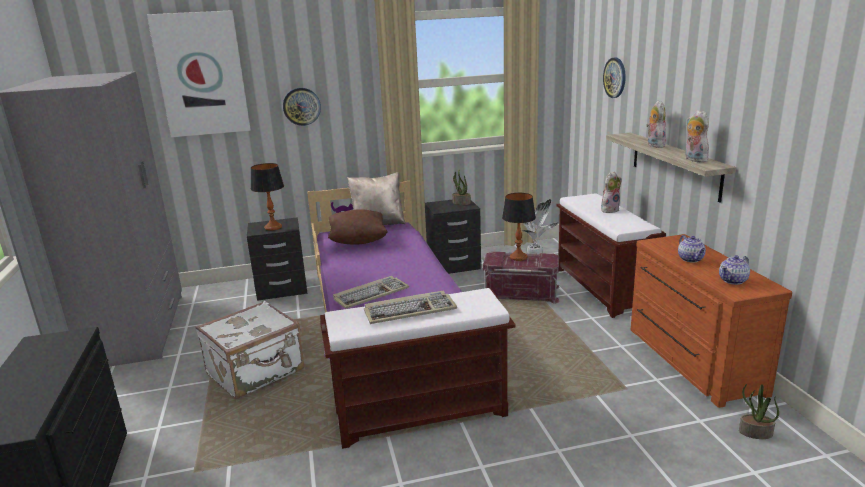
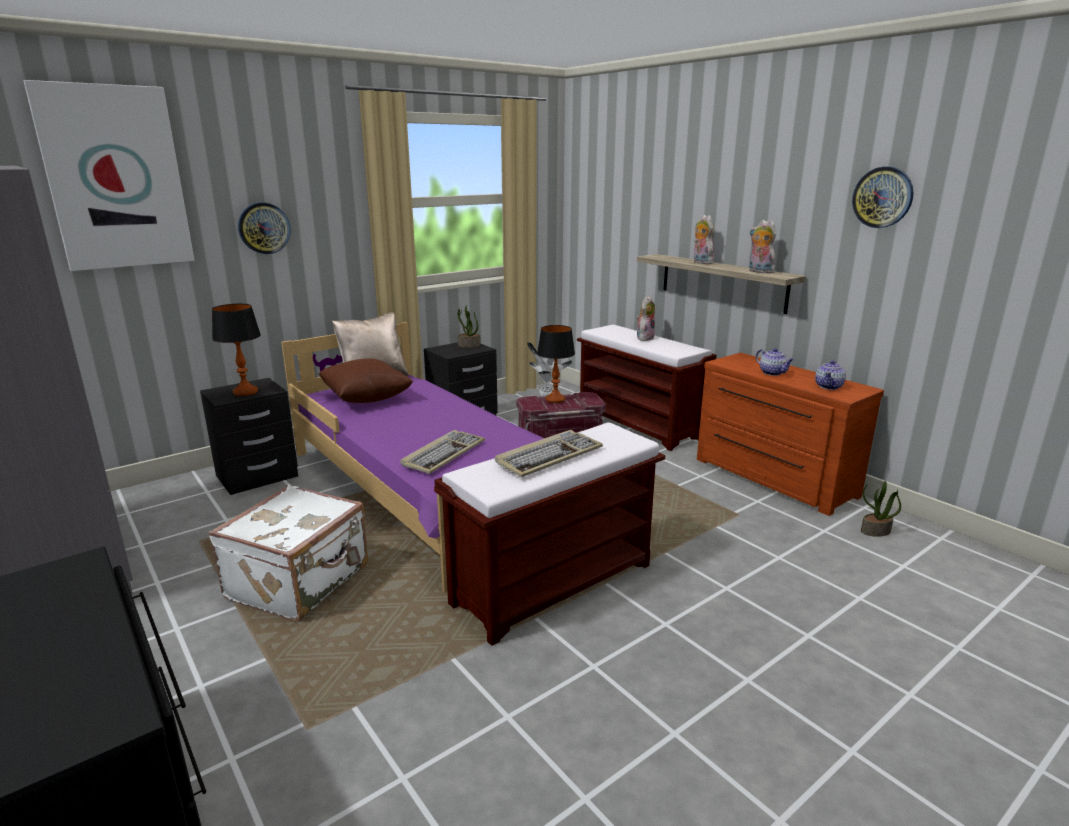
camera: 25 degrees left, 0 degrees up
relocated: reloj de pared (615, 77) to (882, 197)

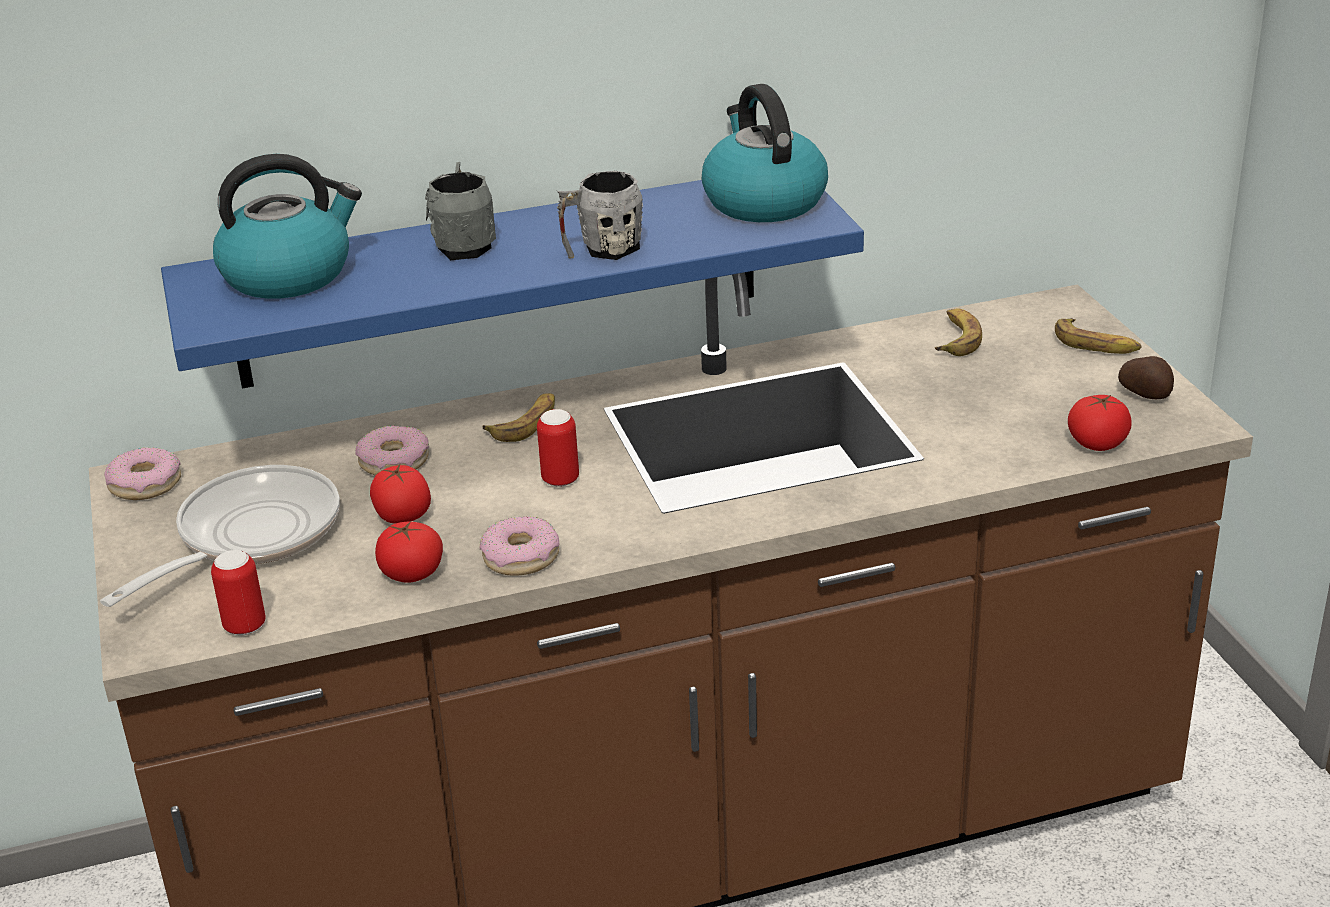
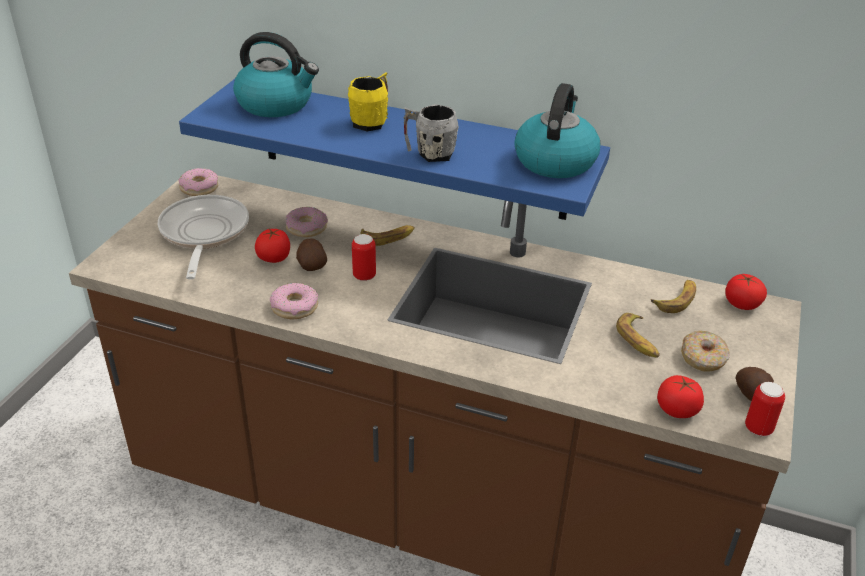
camera: 35 degrees right, 5 degrees up
appeared: patata (311, 265); rosquilla (703, 358)
relocated: plátano (1096, 344) to (638, 340); tomate (412, 574) to (742, 304); lata (245, 626) to (758, 428)
colour: taza grande [gris] (464, 244) to taza grande [amarillo] (372, 121)
spun: sartén (249, 536) = (203, 234) 75 degrees counterclockwise

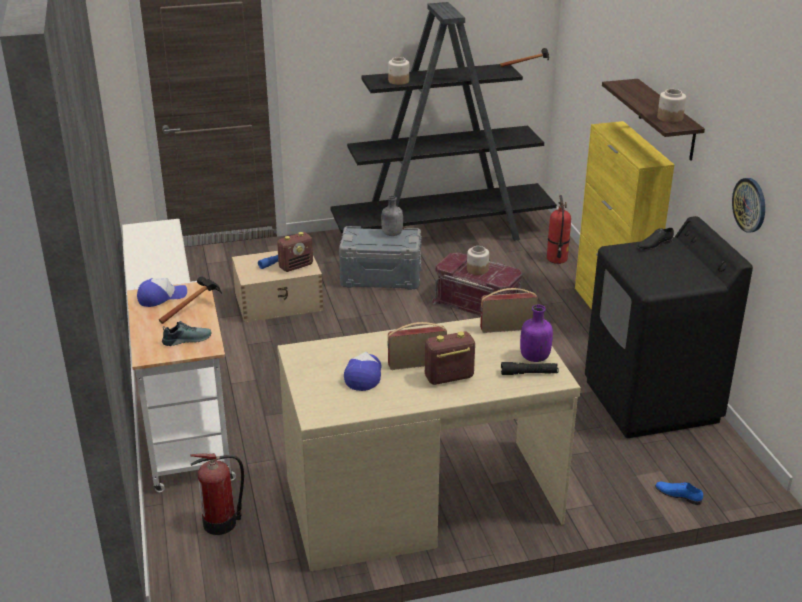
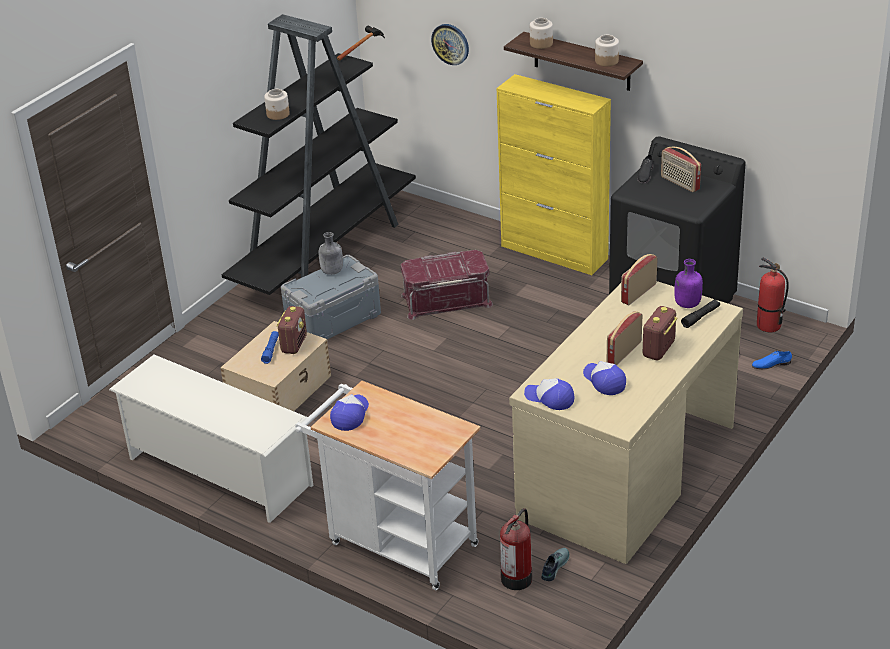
camera: 40 degrees left, 5 degrees up
missing: martillo (195, 307)
appeared: radio (679, 183); gorra (550, 398)
relocated: reloj de pared (750, 205) to (450, 44); extintor (556, 259) to (768, 326); tarro (477, 269) to (541, 44); zapato (186, 339) to (554, 566)

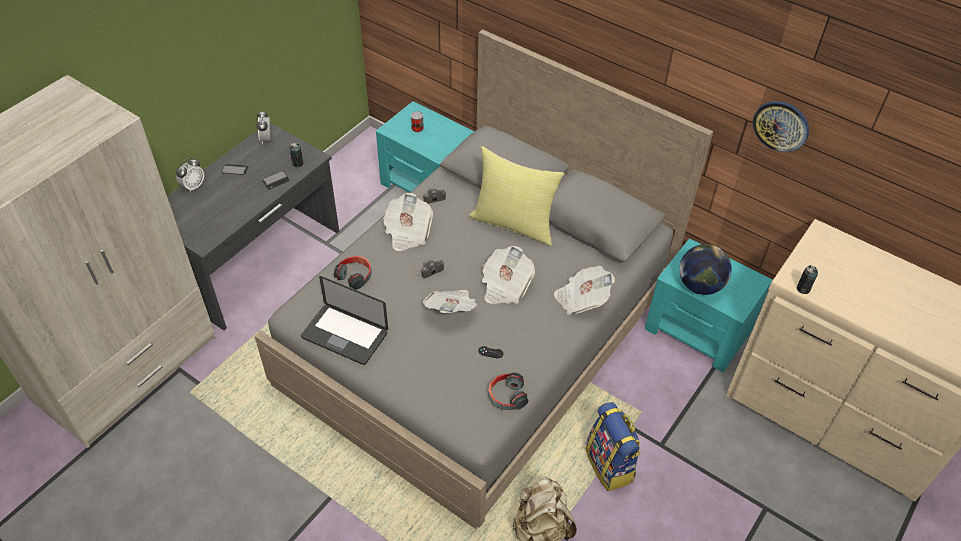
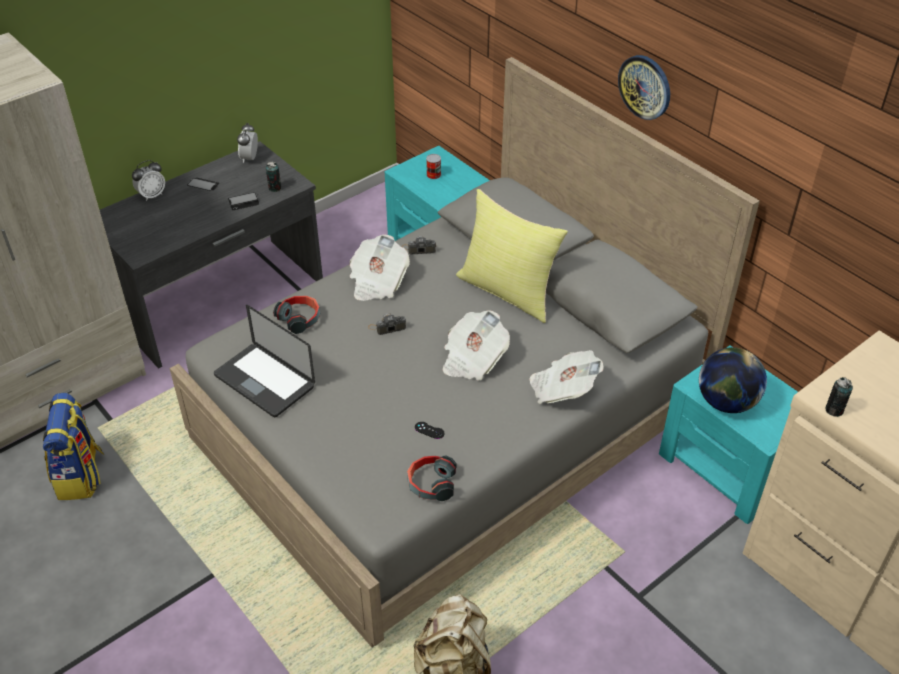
camera: 15 degrees right, 5 degrees down
missing: periódico (451, 310)
relocated: reloj de pared (781, 125) to (645, 87); mochila (610, 465) to (81, 476)

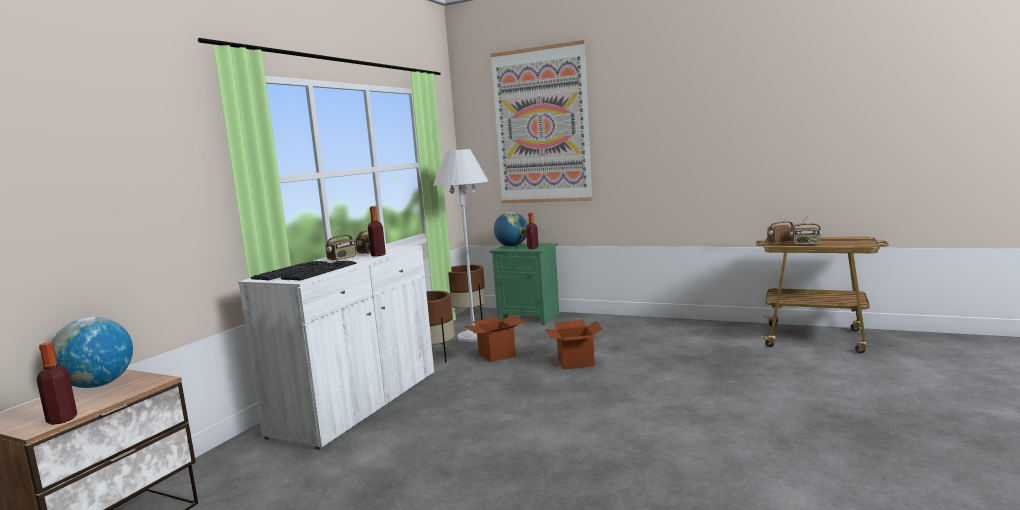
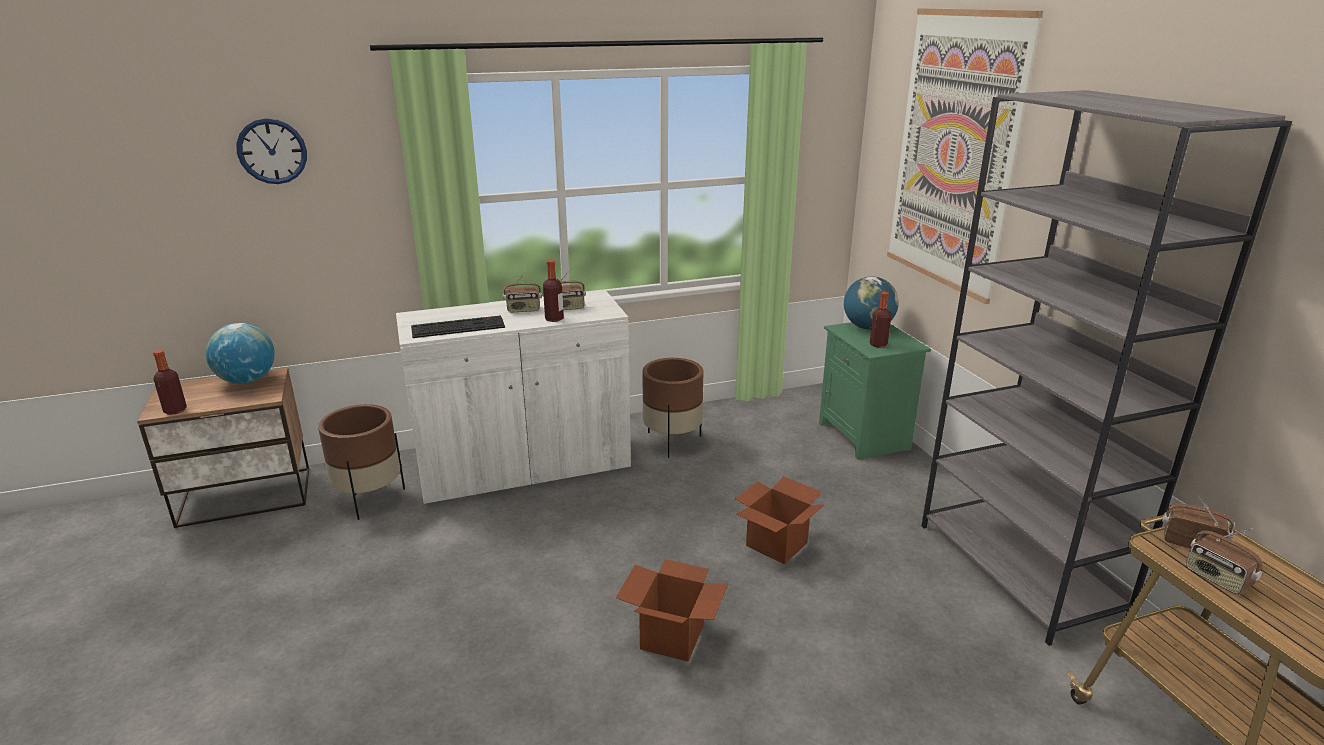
camera: 45 degrees right, 15 degrees up
missing: lámpara de pie [blanco] (474, 336); teclado (291, 271)
appeared: estantería [gris] (1019, 570); reloj de pared (272, 151)
relocated: maceta [marrón] (468, 318) to (369, 499); caja de cartón (497, 355) to (672, 637)

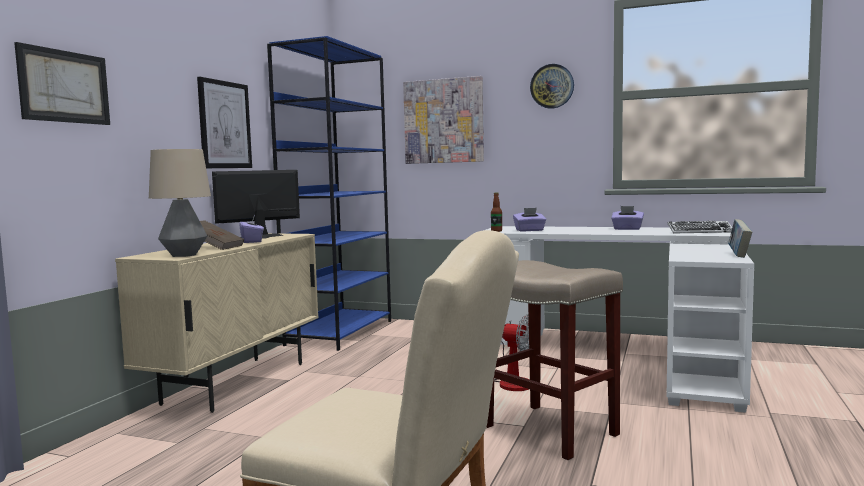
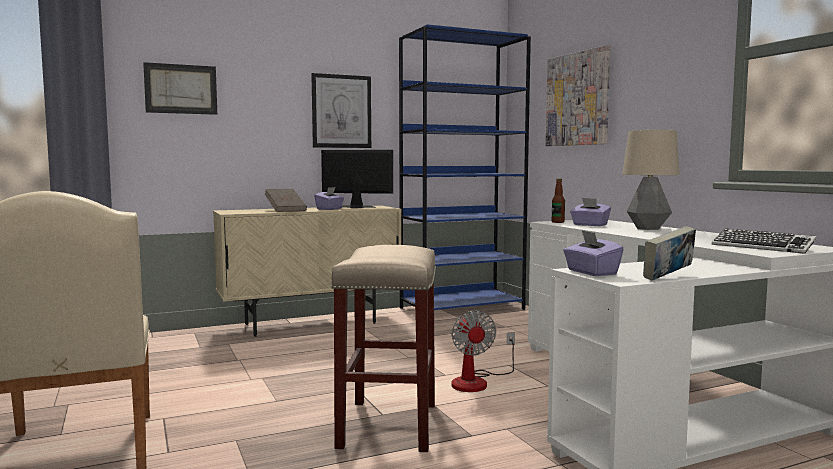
camera: 45 degrees right, 0 degrees up
missing: reloj de pared (552, 86)
relocated: lámpara de mesa (183, 255) to (647, 228); caja de pañuelos [morado] (627, 229) to (591, 272)

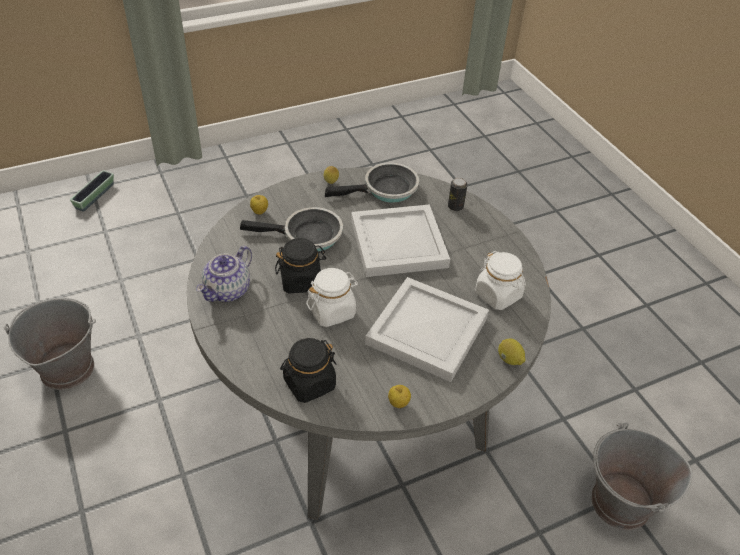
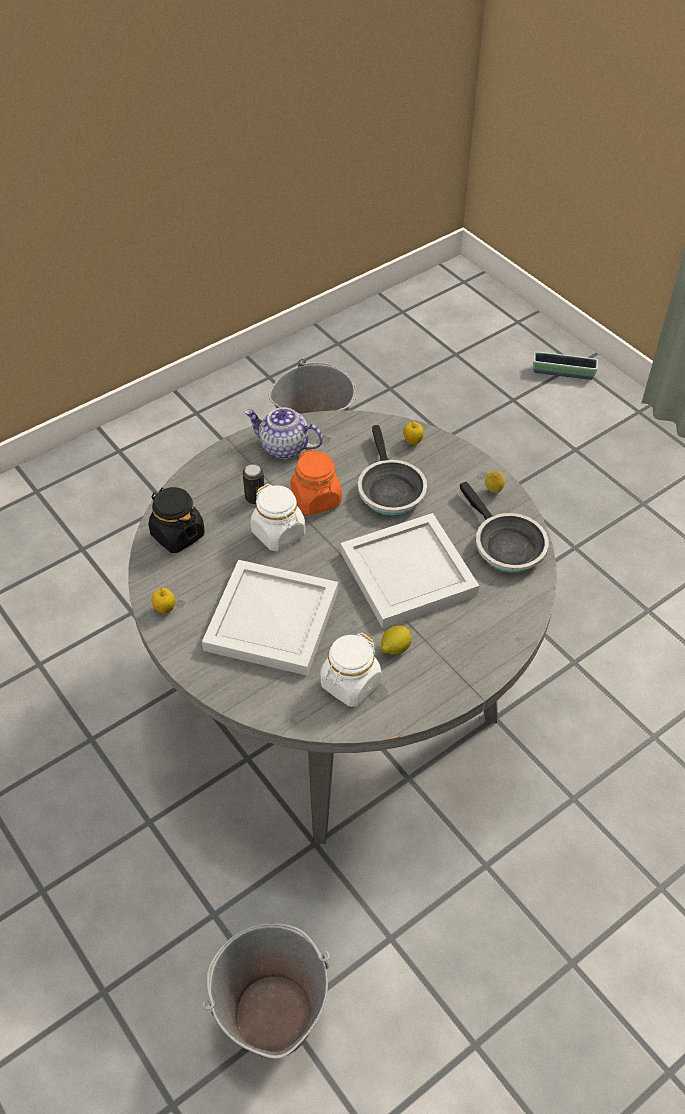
camera: 80 degrees right, 5 degrees up
relocated: lata (455, 207) to (255, 497); limón (509, 360) to (395, 648)
colour: tarro [negro] (301, 281) to tarro [naranja] (316, 499)

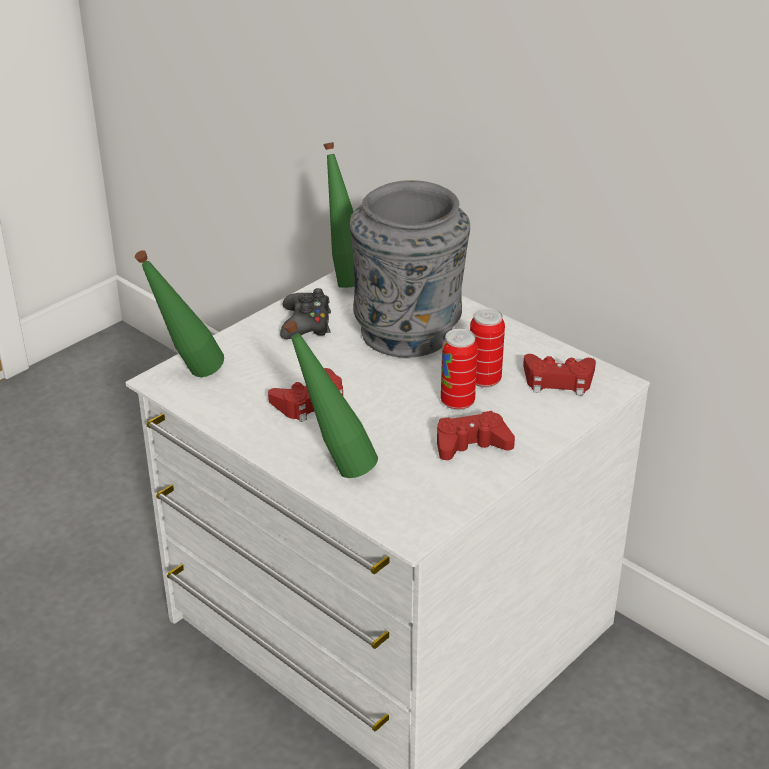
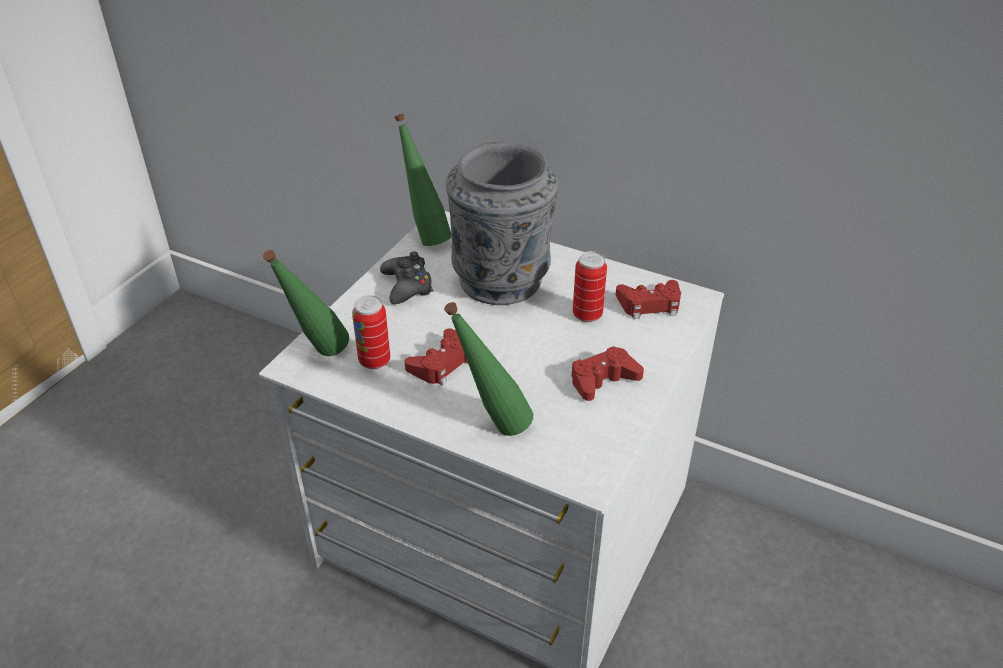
camera: 15 degrees left, 5 degrees up
relocated: lata (457, 402) to (374, 361)

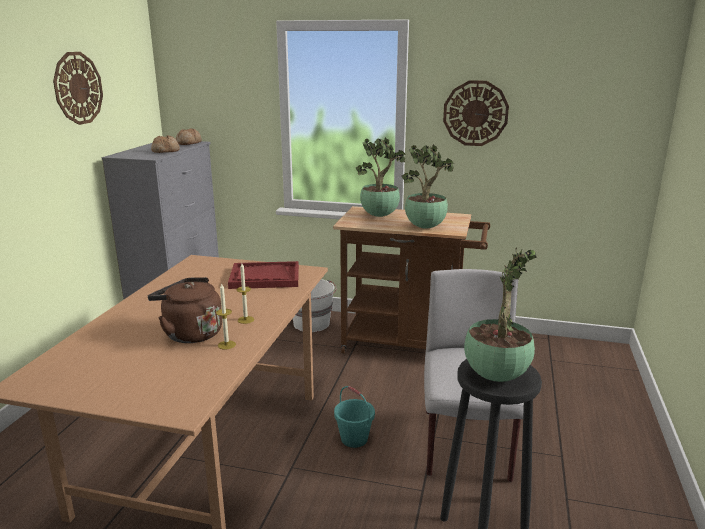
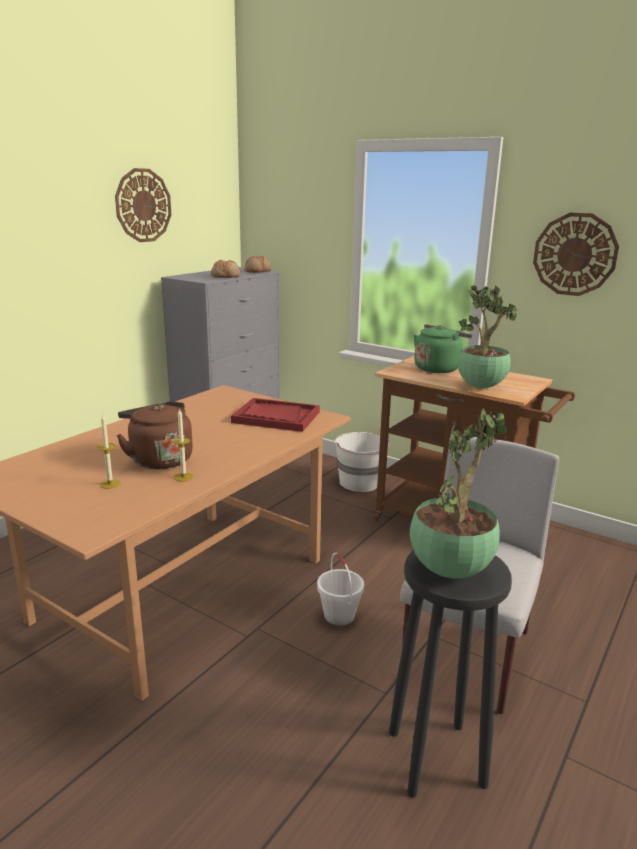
camera: 20 degrees right, 0 degrees up
relocated: vela (245, 320) to (110, 484)
exchanged: planta en maceta (380, 216) to hervidor [verde] (438, 368)
colour: cubo [turquesa] (354, 439) to cubo [blanco] (339, 615)

